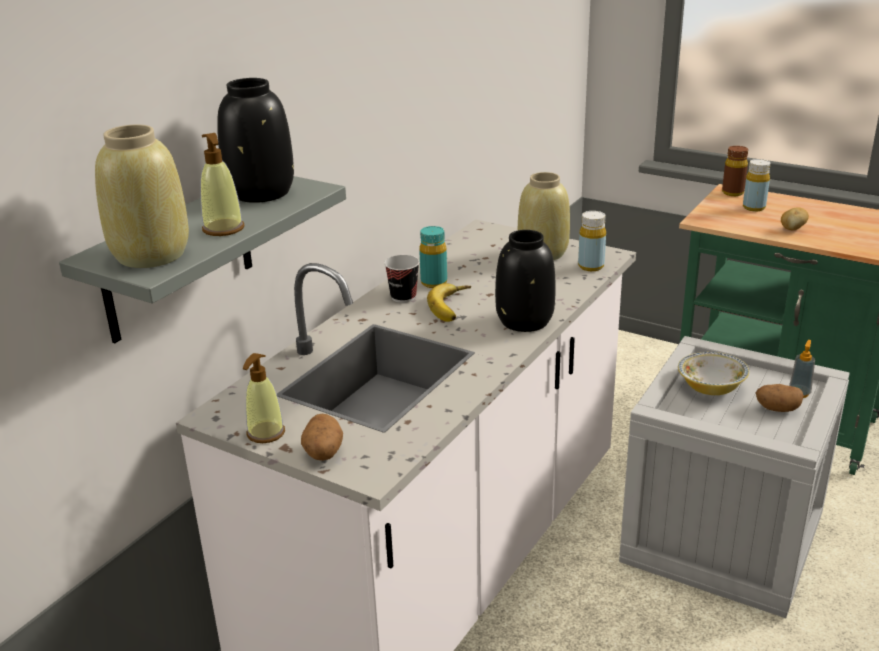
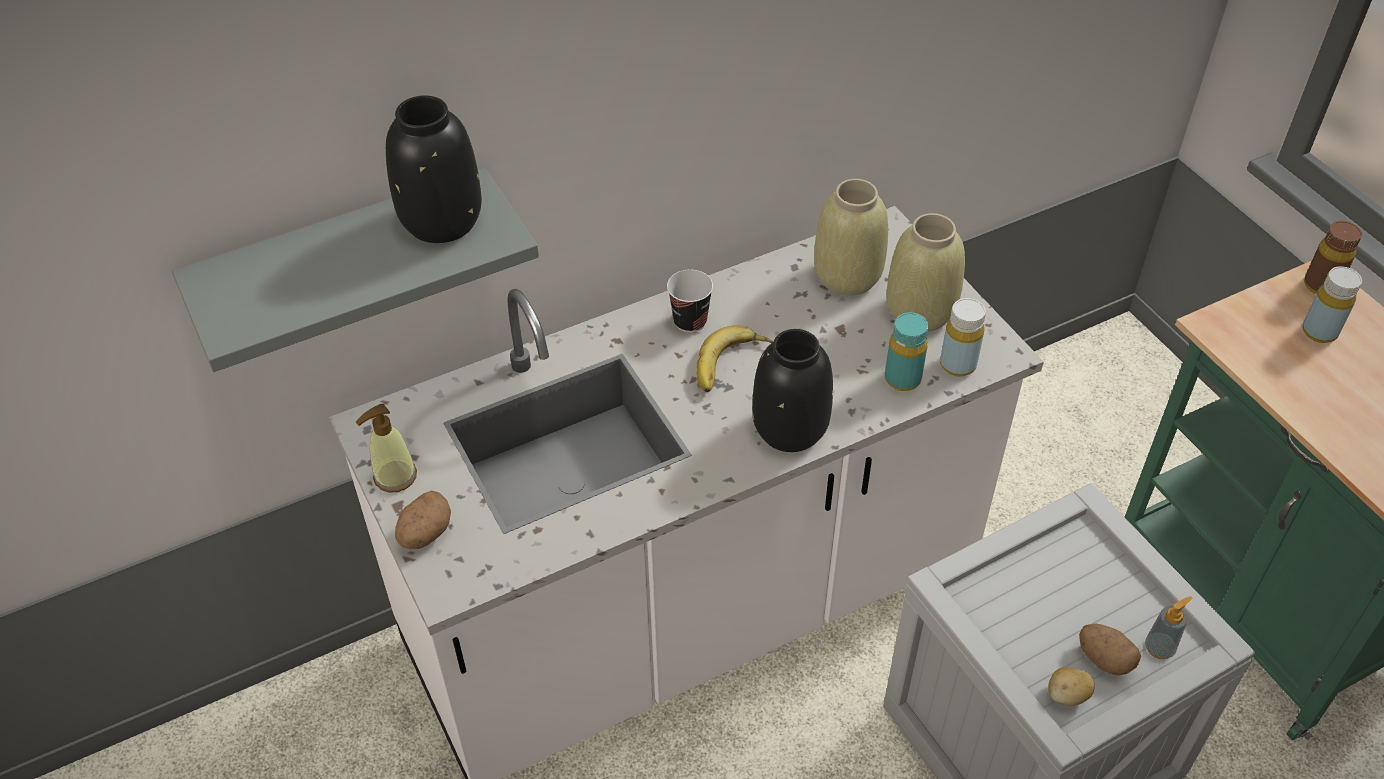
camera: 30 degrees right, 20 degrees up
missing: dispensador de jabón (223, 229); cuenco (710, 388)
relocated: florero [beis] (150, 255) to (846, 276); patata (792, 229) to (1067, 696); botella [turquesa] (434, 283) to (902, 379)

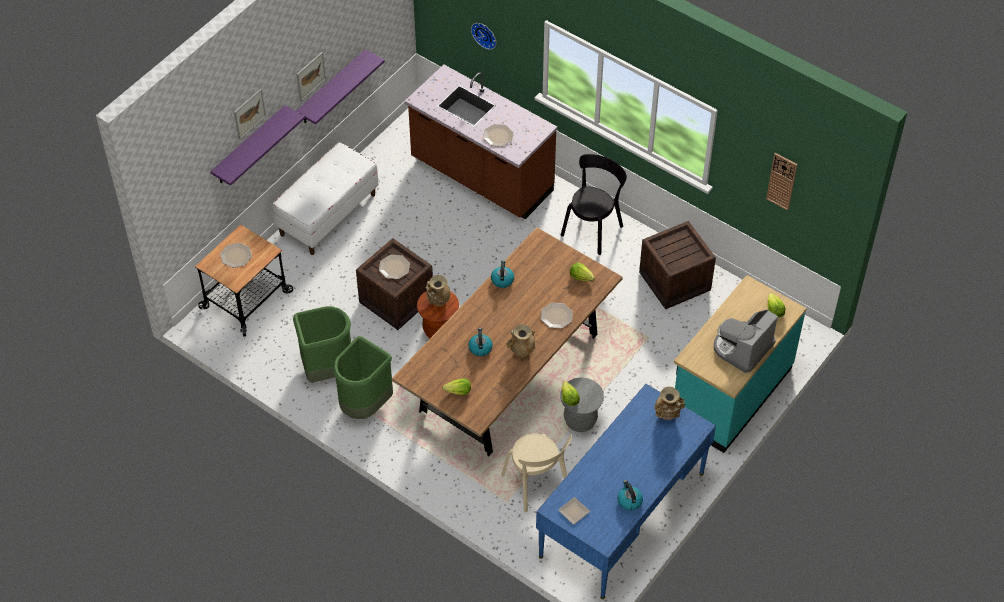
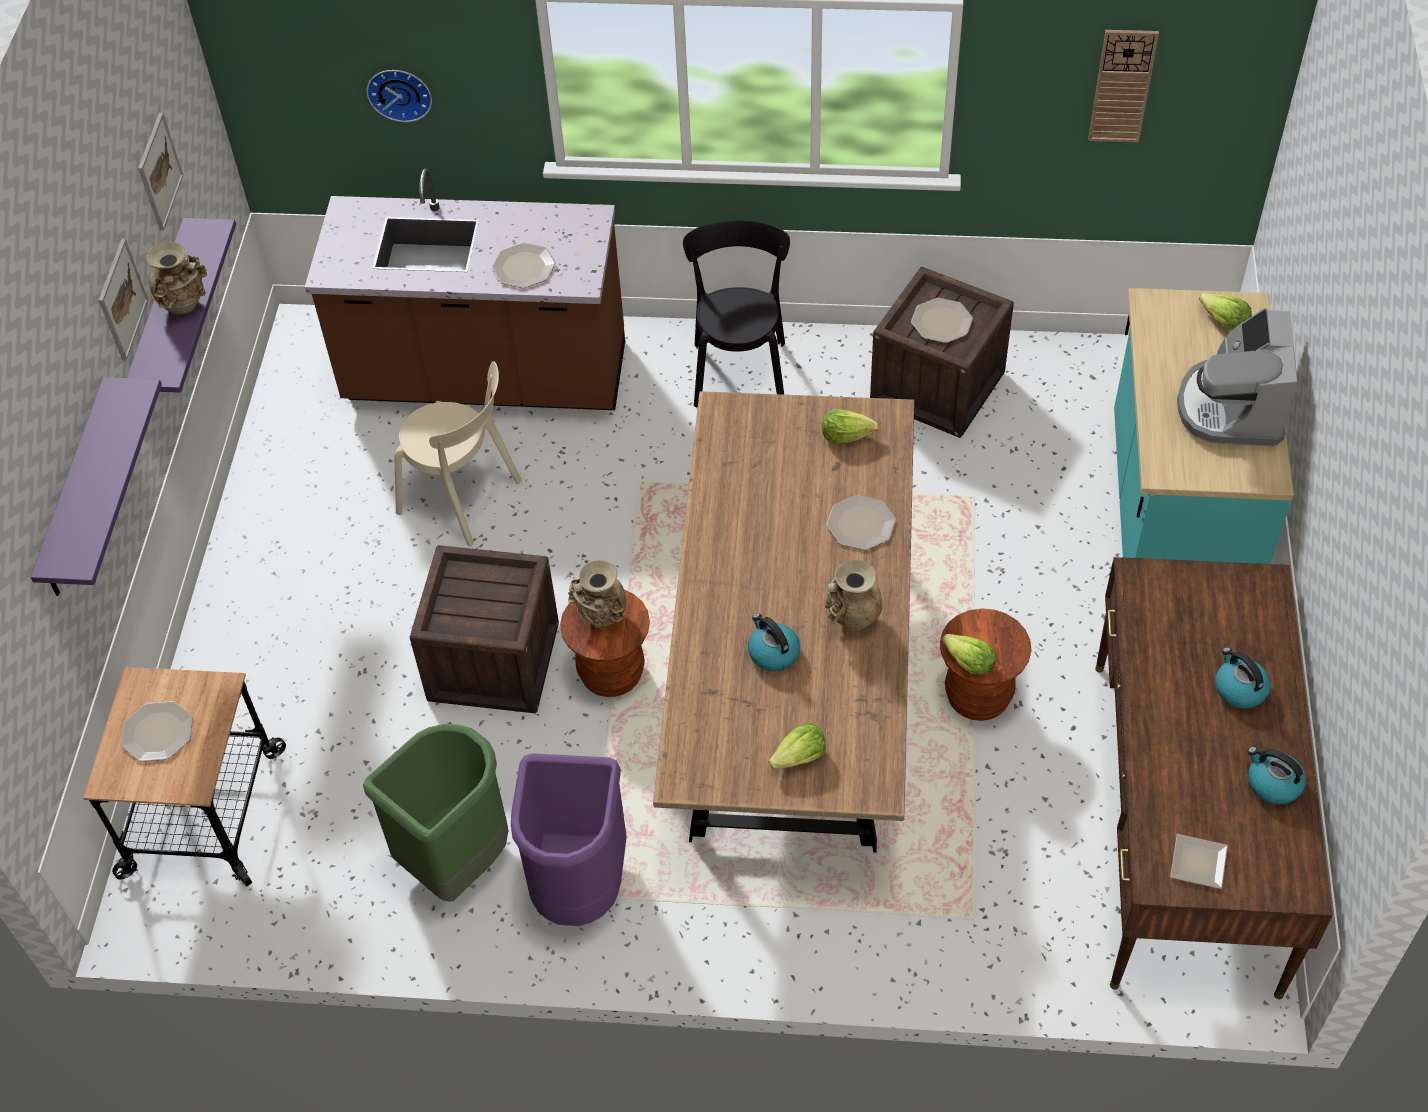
camera: 30 degrees left, 0 degrees up
missing: banco [blanco] (328, 214)
relocated: cuadro (249, 113) to (159, 171); plato (394, 268) to (942, 322); hervidor (502, 280) to (1239, 689); florero [beis] (667, 415) to (185, 306); silla [beis] (537, 485) to (464, 499)
colour: papelera [verde] (365, 405) to papelera [morado] (580, 886); taburete [gris] (580, 420) to taburete [marrón] (978, 697); escritorio [azul] (622, 514) to escritorio [marrón] (1184, 822)

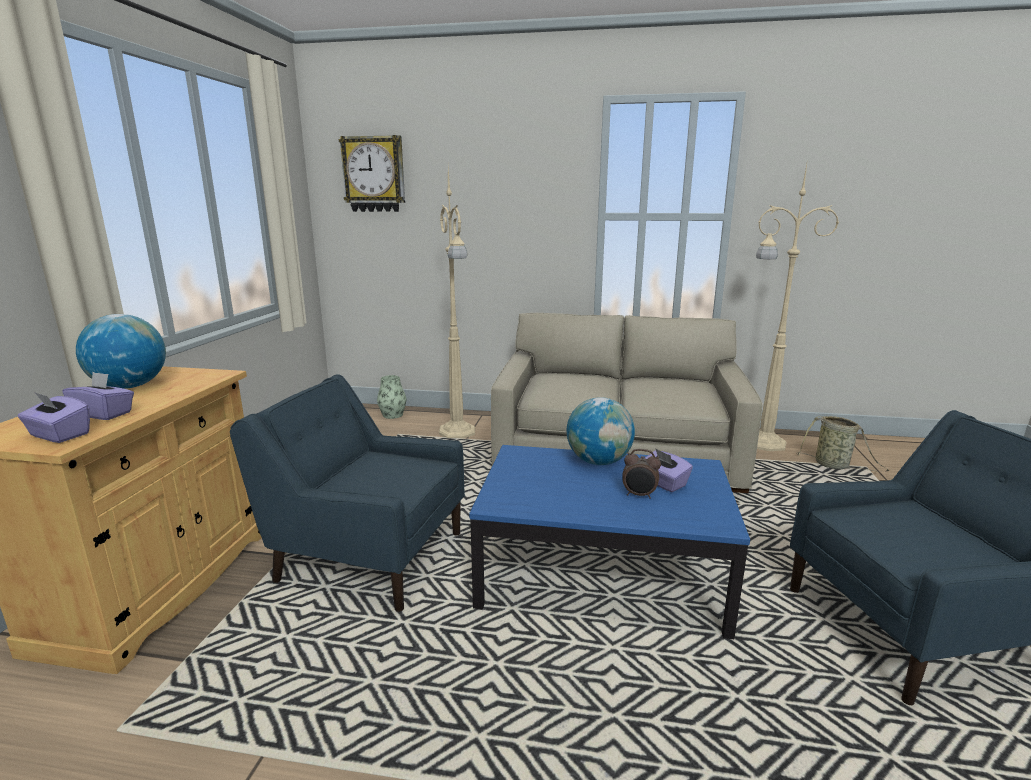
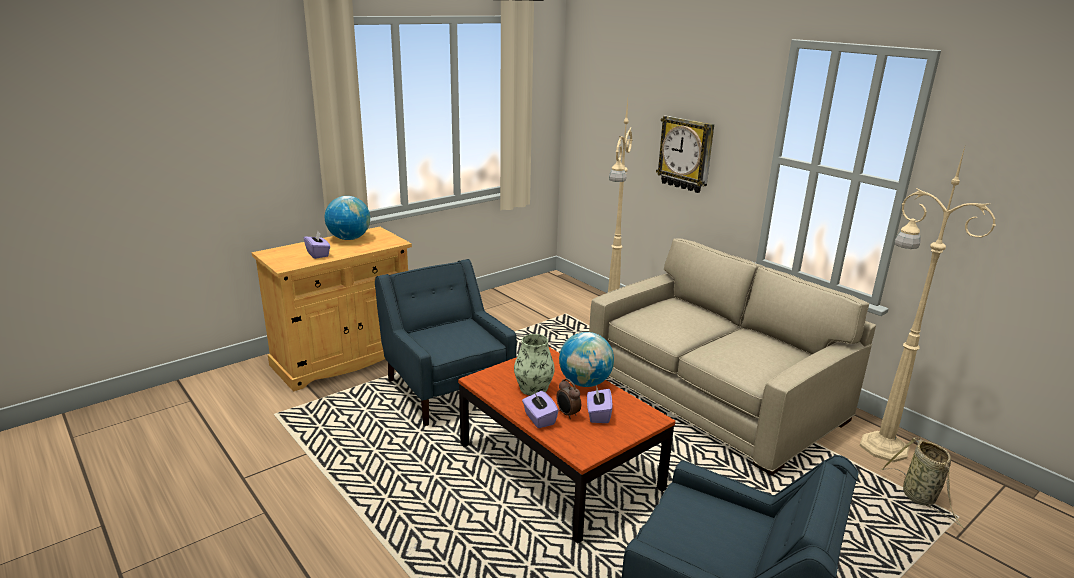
camera: 40 degrees right, 5 degrees up
relocated: reloj de pared (374, 174) to (686, 154); florero (392, 415) to (533, 388); caja de pañuelos [morado] (59, 435) to (539, 419)
colour: mesa de centro [azul] (602, 573) to mesa de centro [marrón] (559, 466)

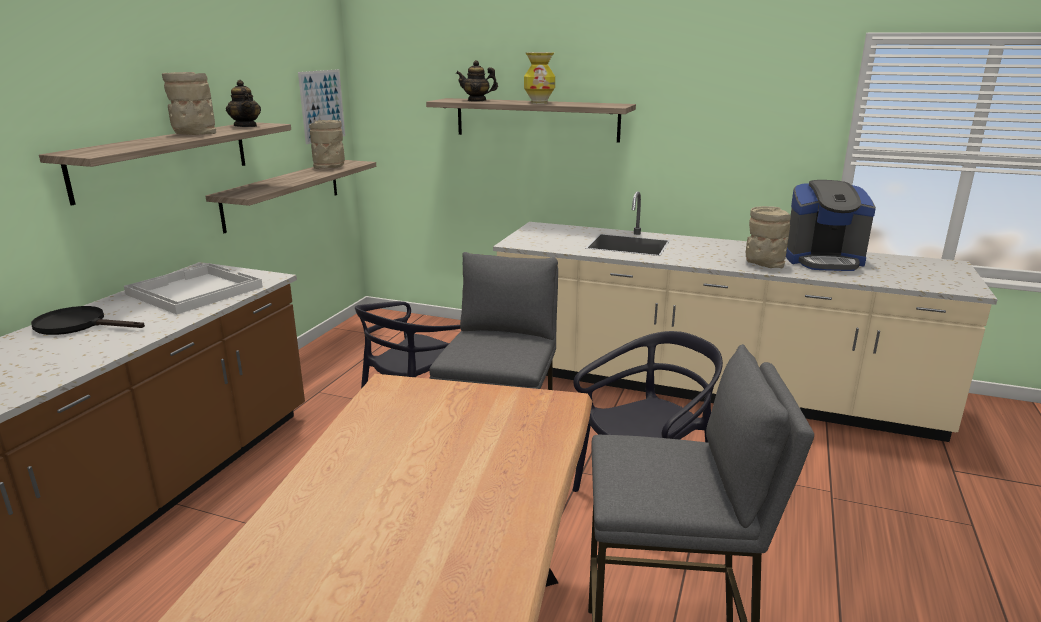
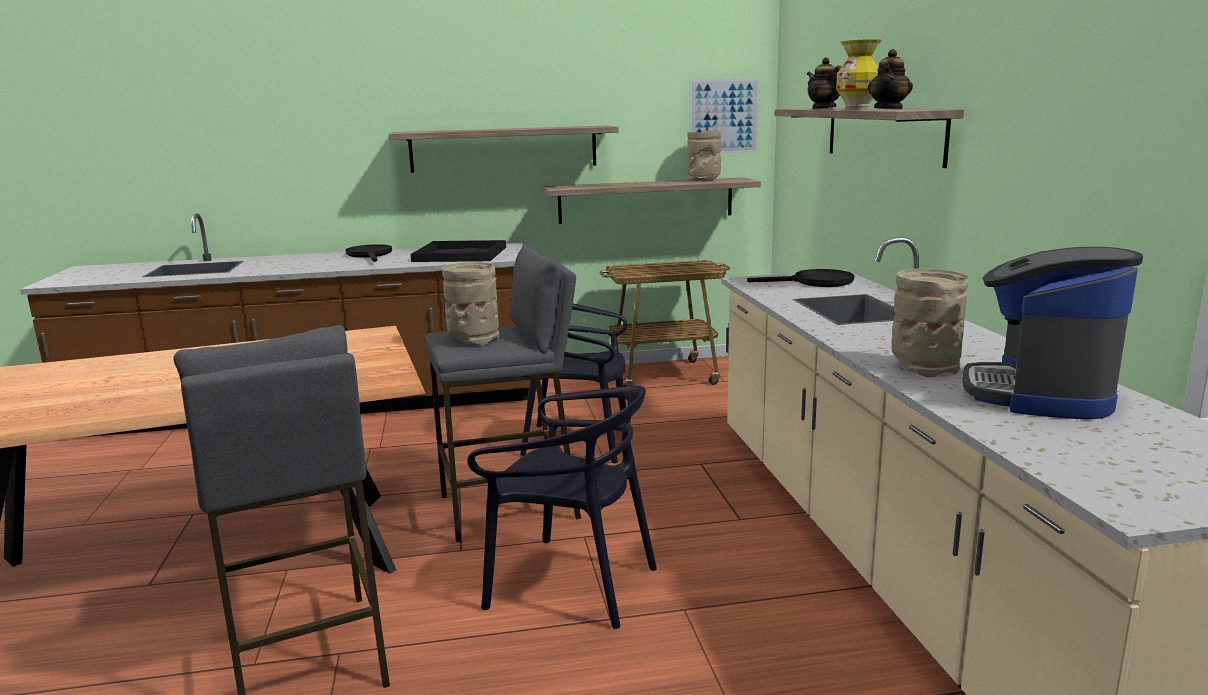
camera: 60 degrees right, 5 degrees down
appeared: carrito (664, 375); sartén [negro] (815, 282)
relocated: florero [beis] (194, 134) to (473, 339); tetera (246, 126) to (889, 109)
colour: bandeja [blanco] (193, 291) to bandeja [negro] (460, 254)
spun: cafetera (823, 260) = (1039, 394) 45 degrees clockwise

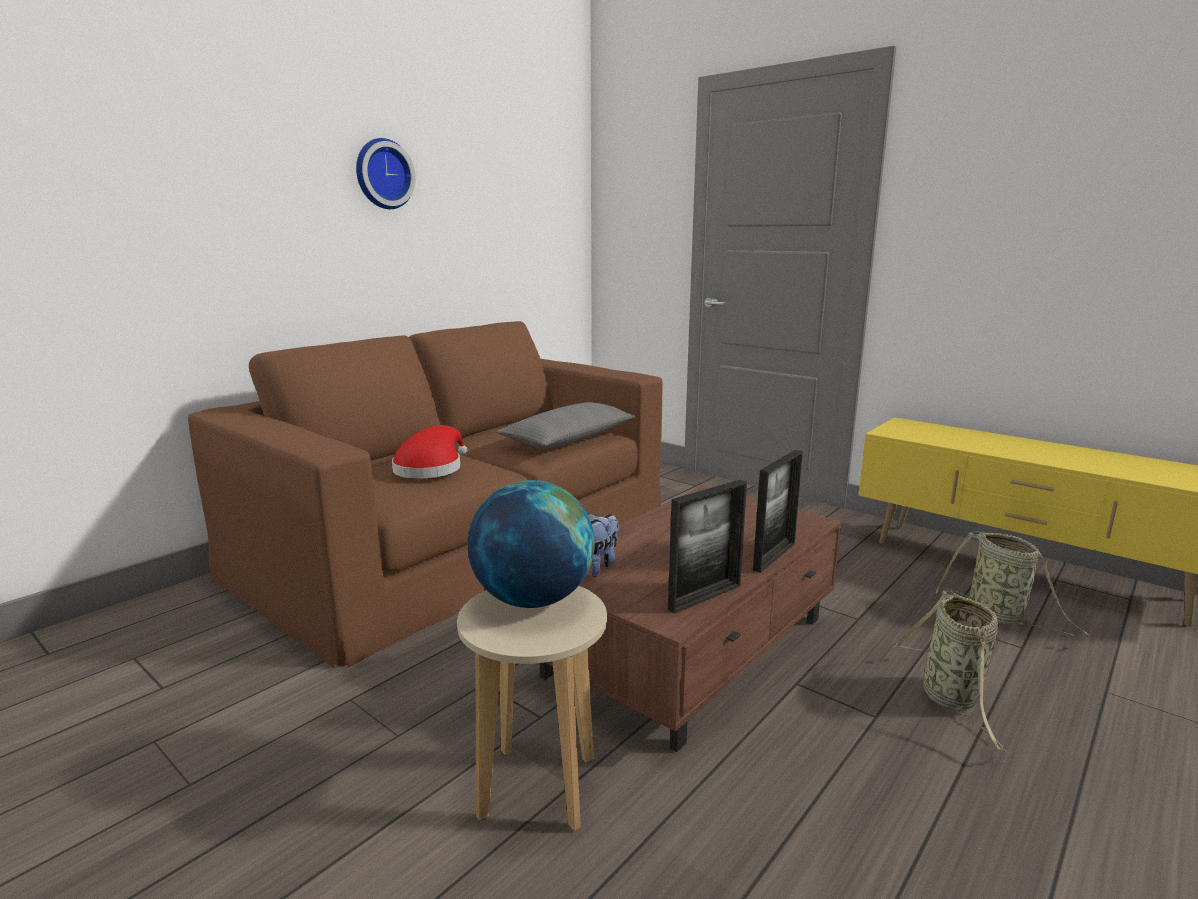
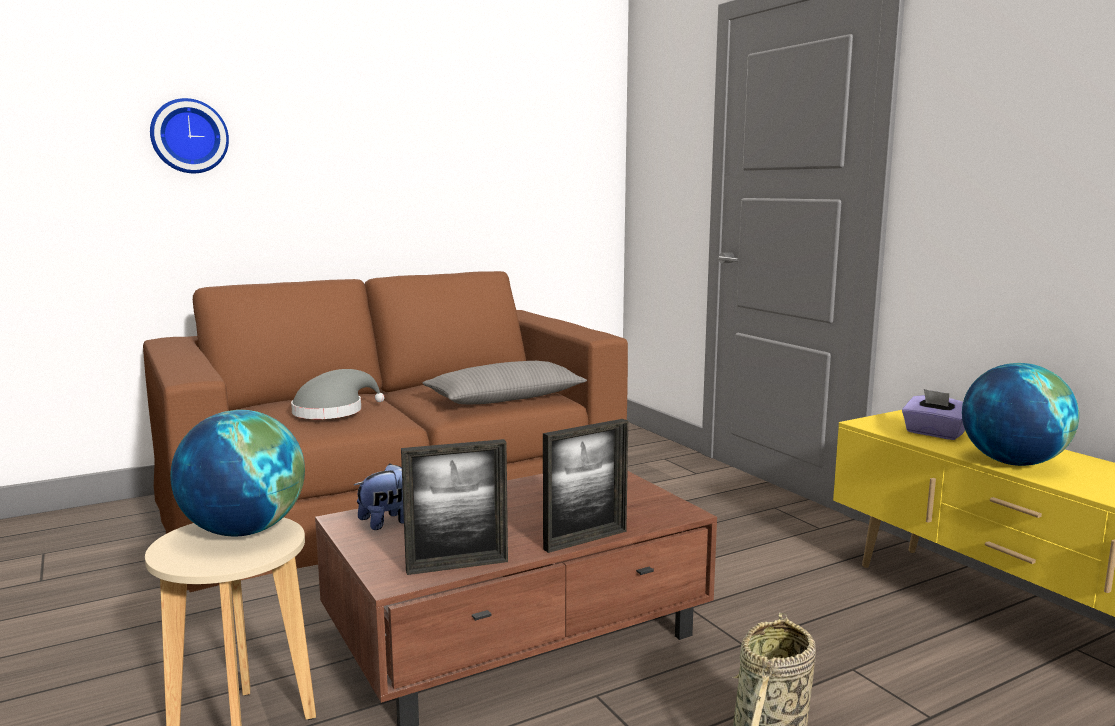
camera: 20 degrees right, 5 degrees down
missing: cesta (999, 617)
appeared: globo terráqueo (1012, 462); caja de pañuelos [morado] (934, 433)
relocated: reloj de pared (382, 174) to (189, 136)
colour: sombrero [rojo] (431, 468) to sombrero [gris] (333, 411)

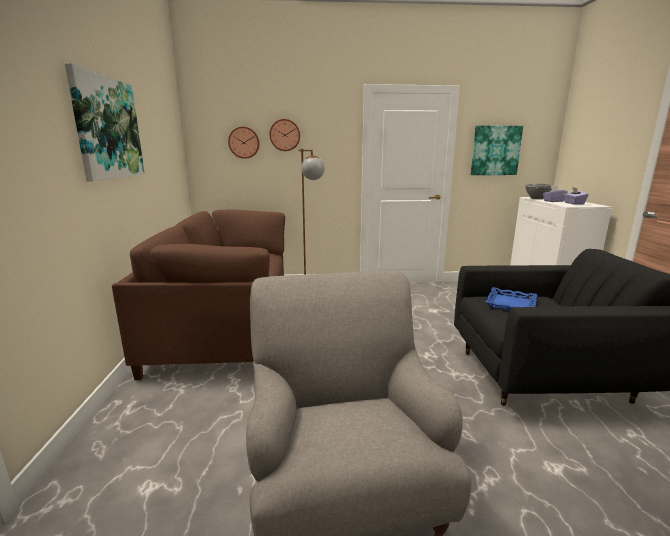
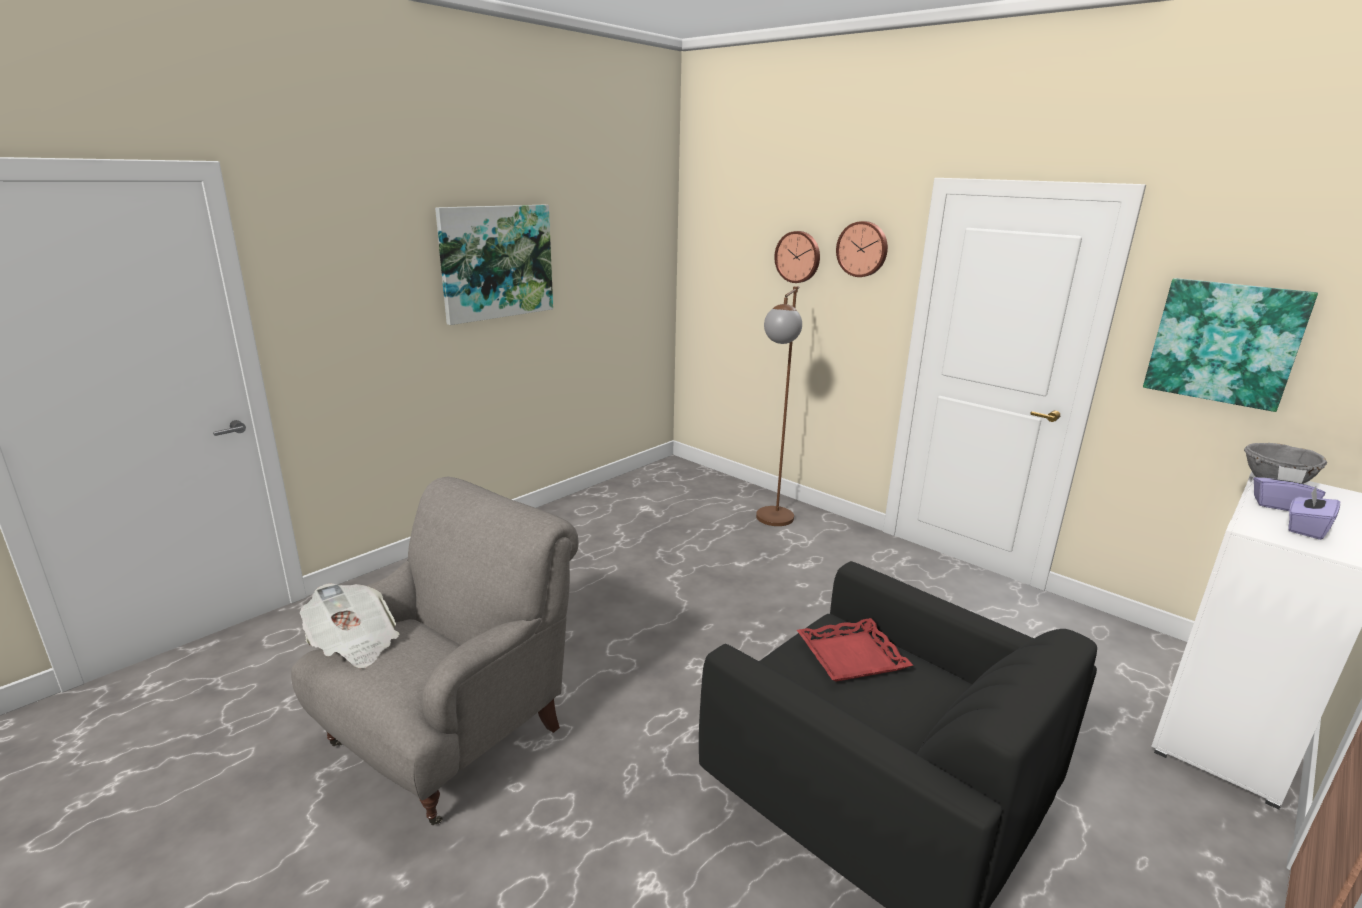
camera: 45 degrees right, 5 degrees up
missing: sofá [marrón] (227, 325)
appeared: periódico (354, 644)
relocated: reloj de pared (244, 142) to (863, 249)
colour: bandeja [azul] (510, 304) to bandeja [rojo] (851, 656)

